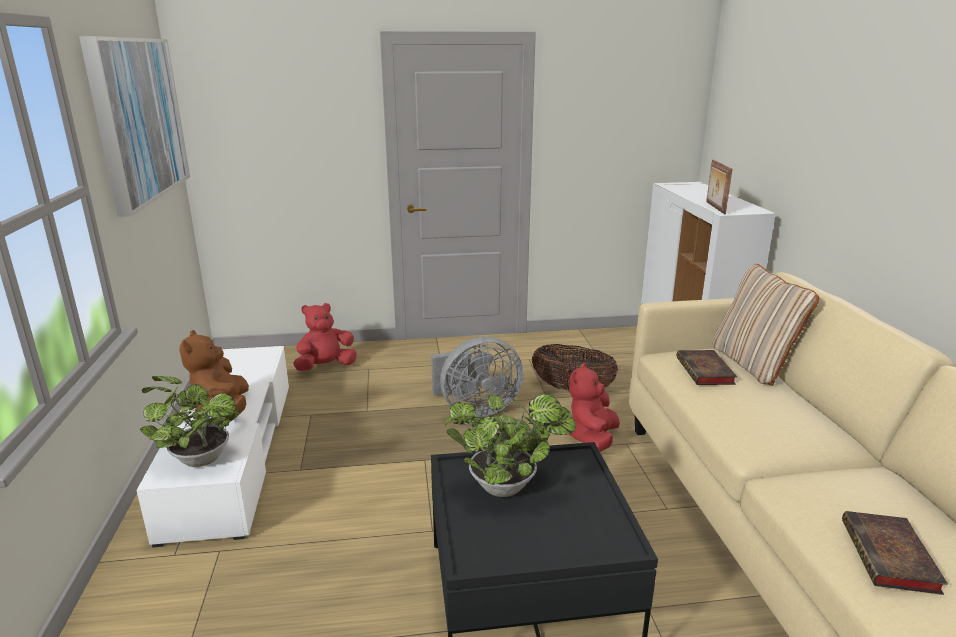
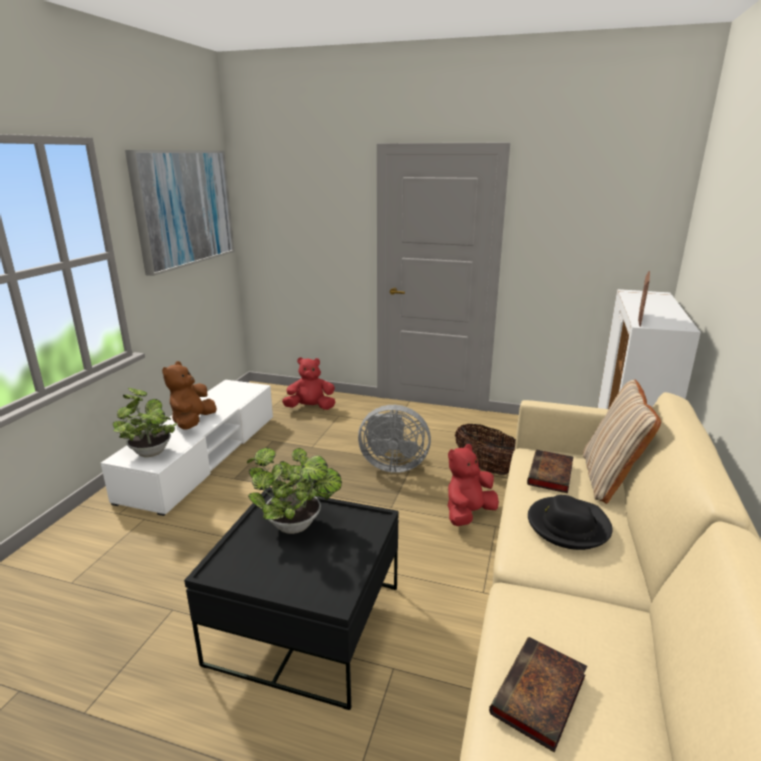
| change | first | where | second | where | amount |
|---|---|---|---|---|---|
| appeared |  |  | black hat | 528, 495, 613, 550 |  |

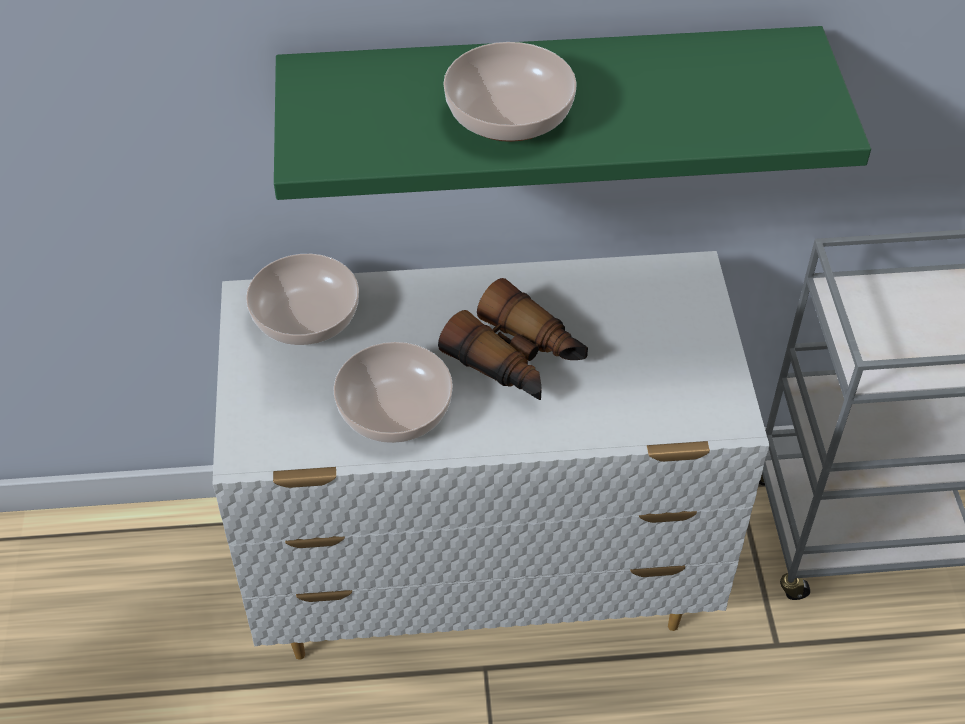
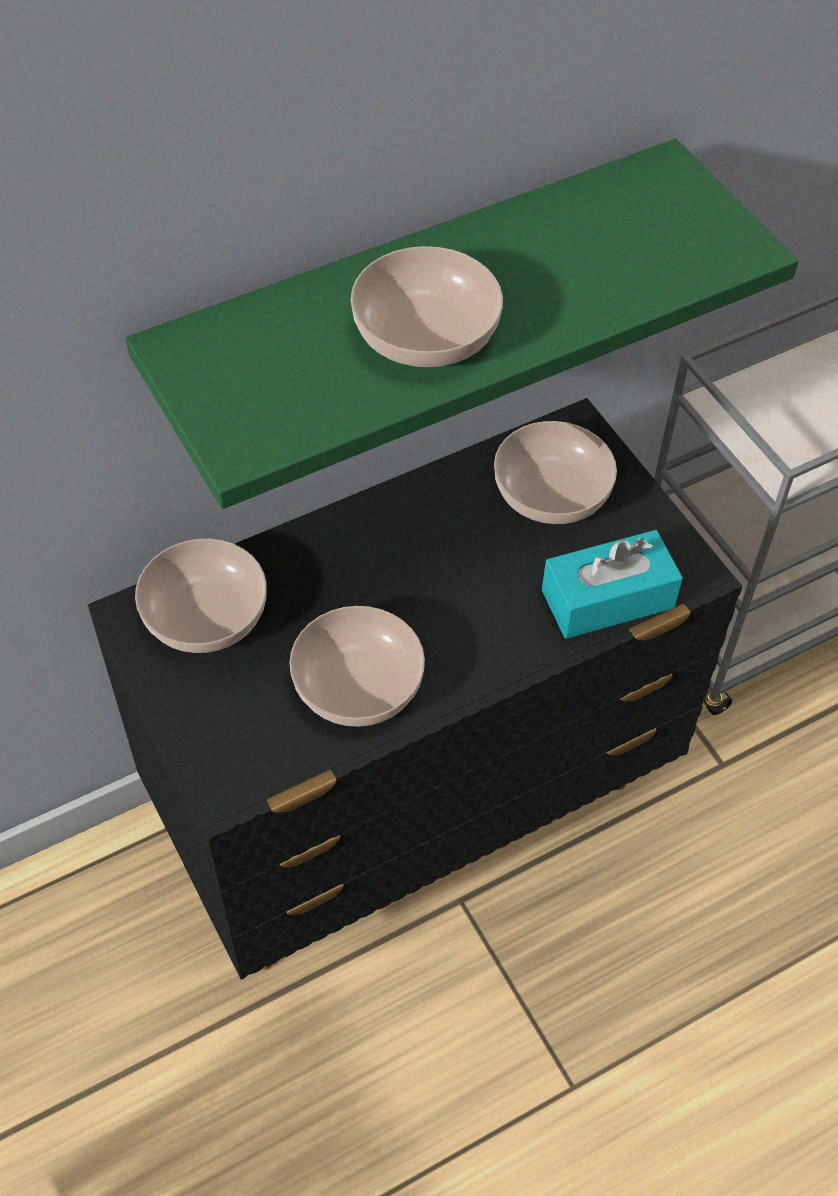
| change | first | where | second | where | amount |
|---|---|---|---|---|---|
| colour | white dresser | 213, 251, 770, 660 | black dresser | 88, 398, 743, 980 |  |
| appeared |  |  | bowl | 494, 421, 617, 524 |  |
| appeared |  |  | turquoise tissue box | 542, 530, 683, 639 |  |
| missing | binoculars | 438, 278, 588, 400 |  |  |  |

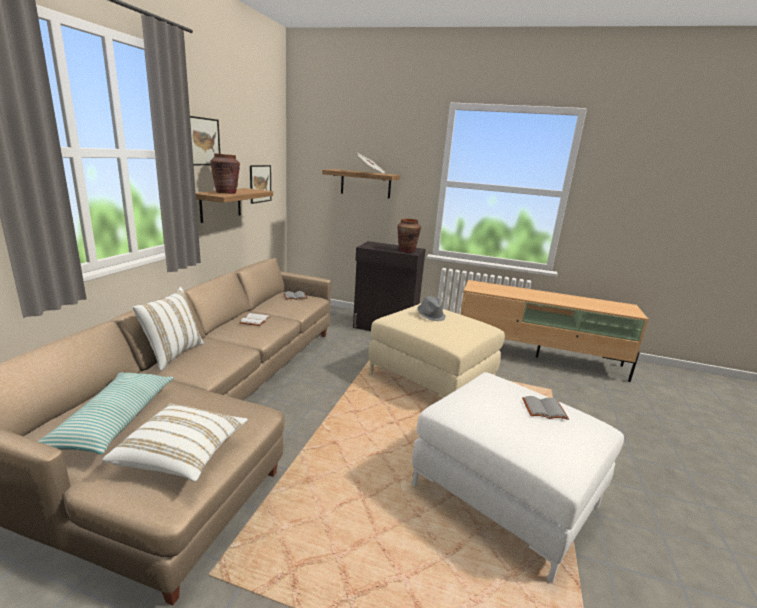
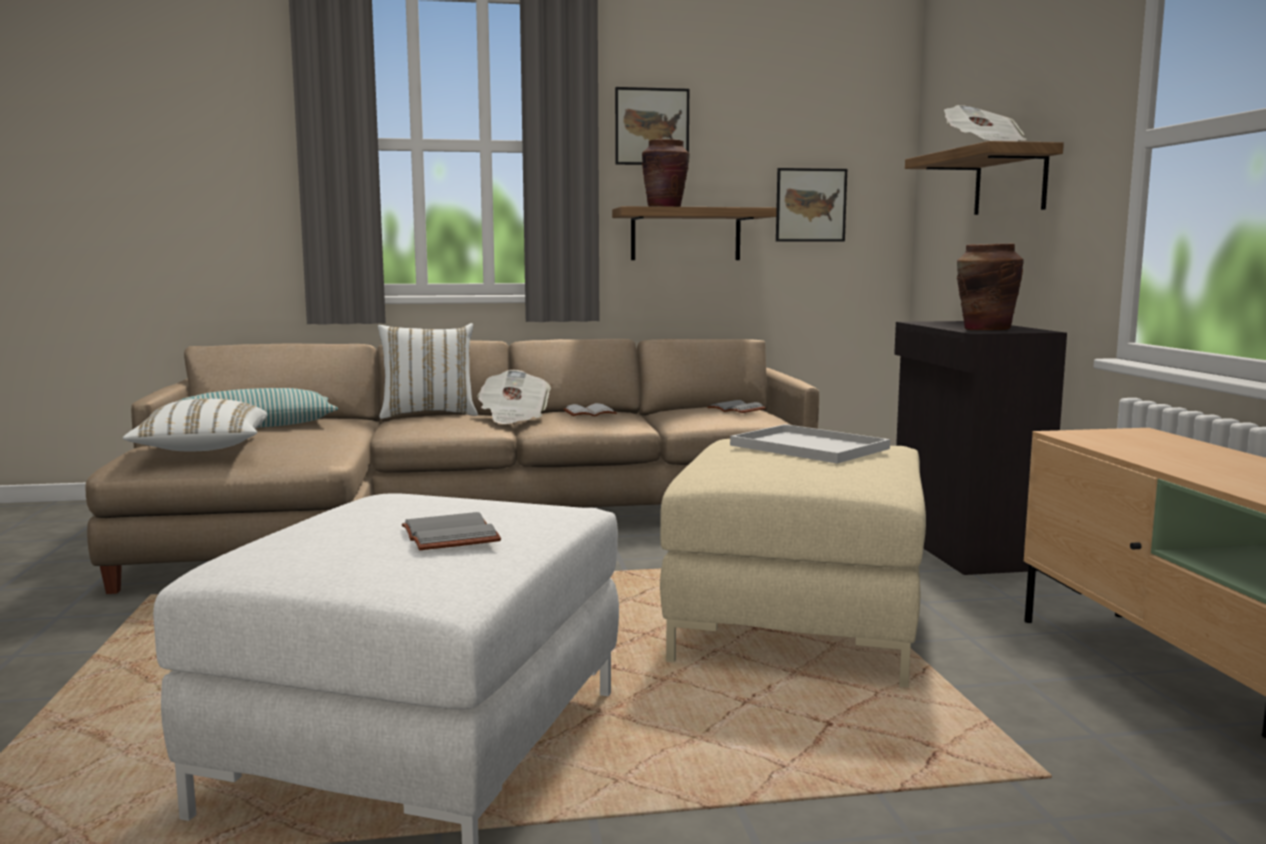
| change | first | where | second | where | amount |
|---|---|---|---|---|---|
| appeared |  |  | newspaper | 477, 370, 551, 424 |  |
| exchanged | grey hat | 418, 296, 446, 321 | white tray | 730, 424, 890, 464 |  |

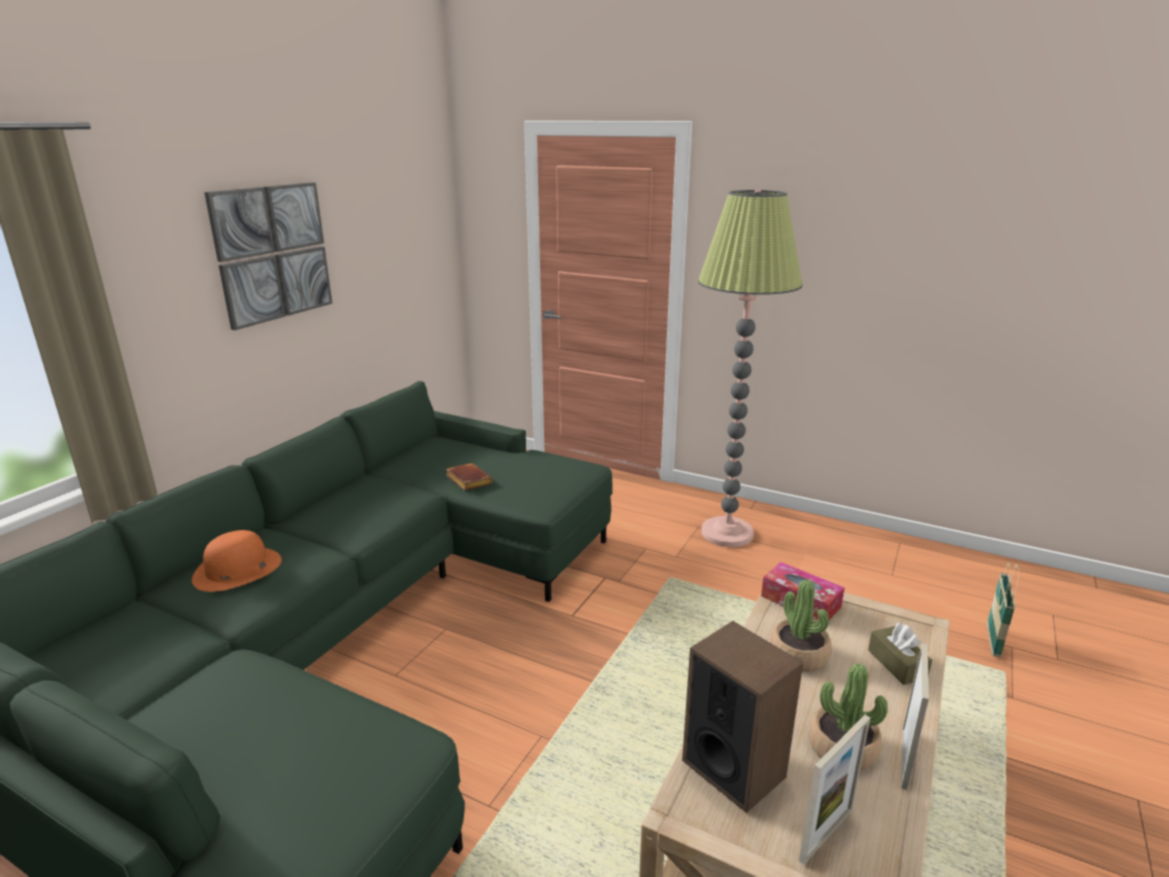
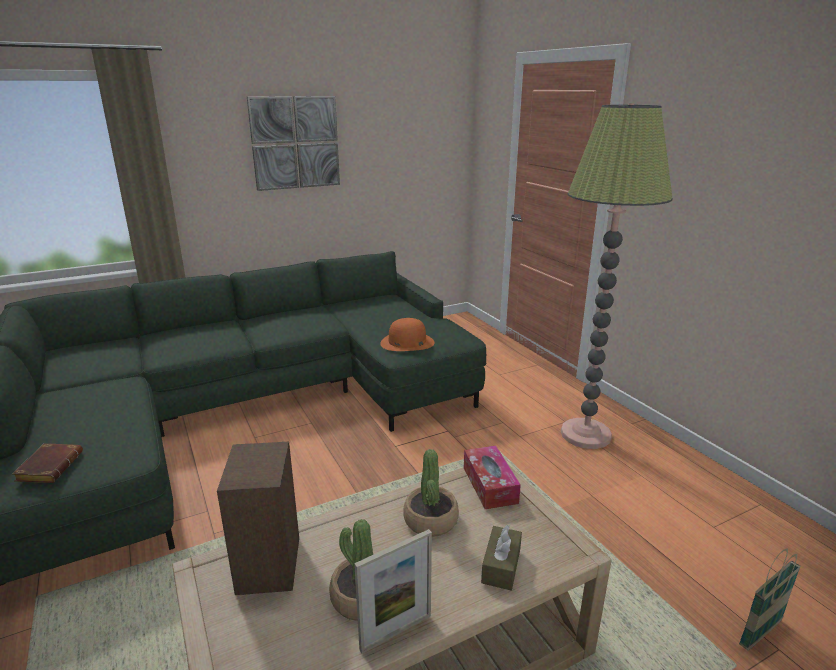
| change | first | where | second | where | amount |
|---|---|---|---|---|---|
| relocated | brown book | 446, 463, 493, 491 |  | 12, 443, 83, 483 |  |
| relocated | orange hat | 192, 530, 282, 592 |  | 380, 318, 434, 351 |  |
| missing | picture frame | 799, 715, 870, 865 |  |  |  |

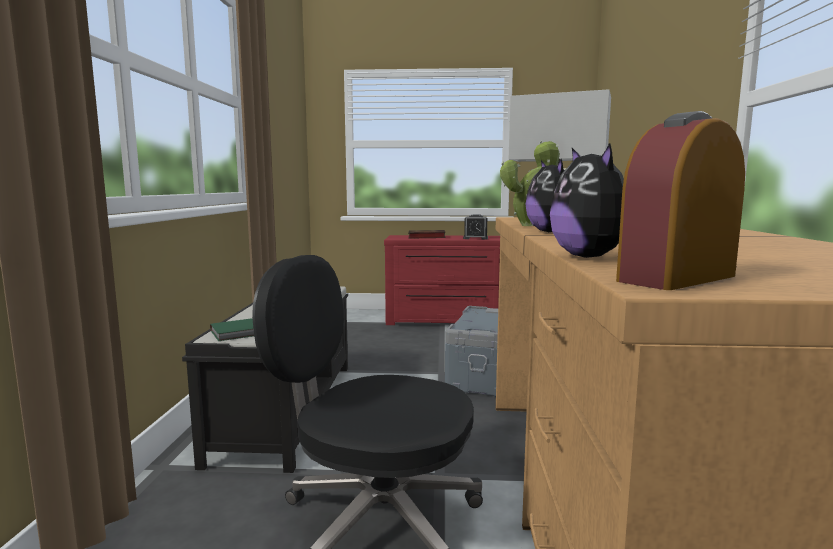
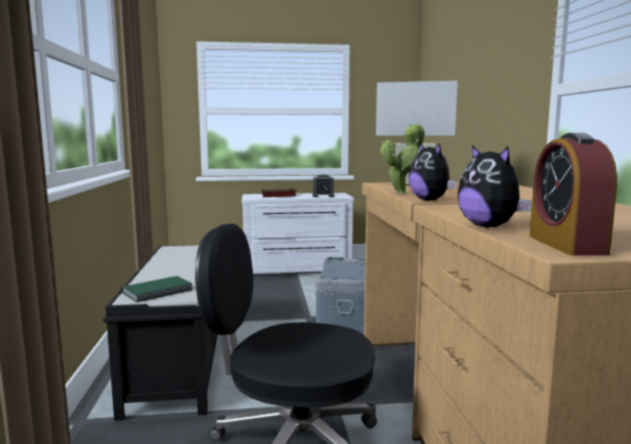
| change | first | where | second | where | amount |
|---|---|---|---|---|---|
| colour | red dresser | 384, 235, 500, 325 | white dresser | 242, 193, 354, 274 |  |
| spun | alarm clock | 616, 111, 745, 290 |  | 529, 133, 617, 255 | 45 degrees counterclockwise |

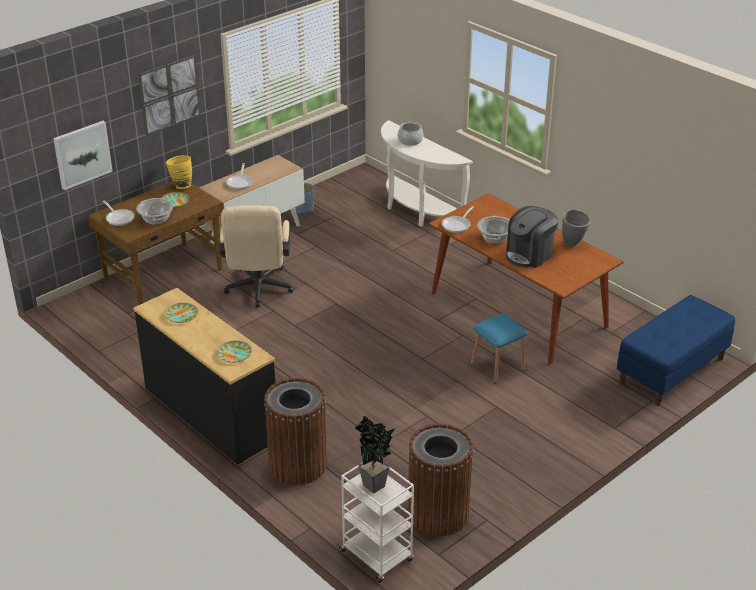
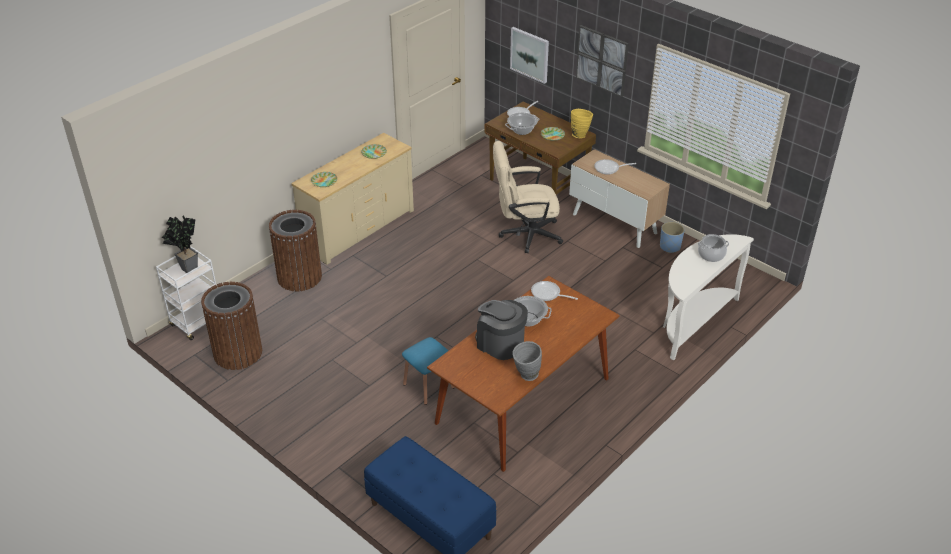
| change | first | where | second | where | amount |
|---|---|---|---|---|---|
| colour | black dresser | 133, 288, 275, 465 | beige dresser | 291, 133, 414, 265 |  |

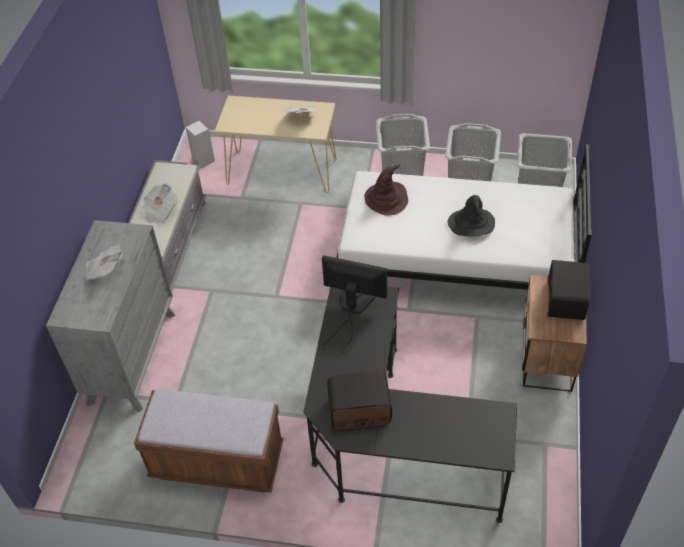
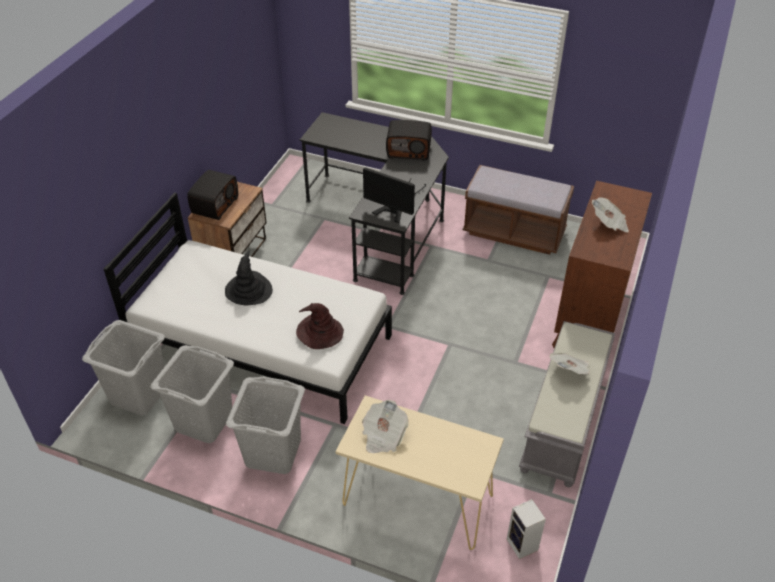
| change | first | where | second | where | amount |
|---|---|---|---|---|---|
| colour | grey dresser | 46, 220, 175, 413 | brown dresser | 552, 181, 652, 348 |  |

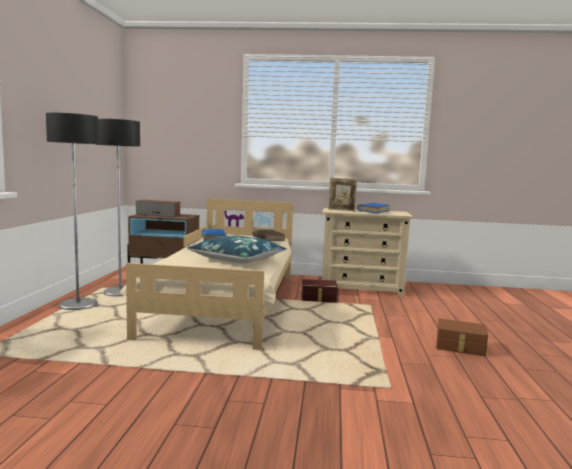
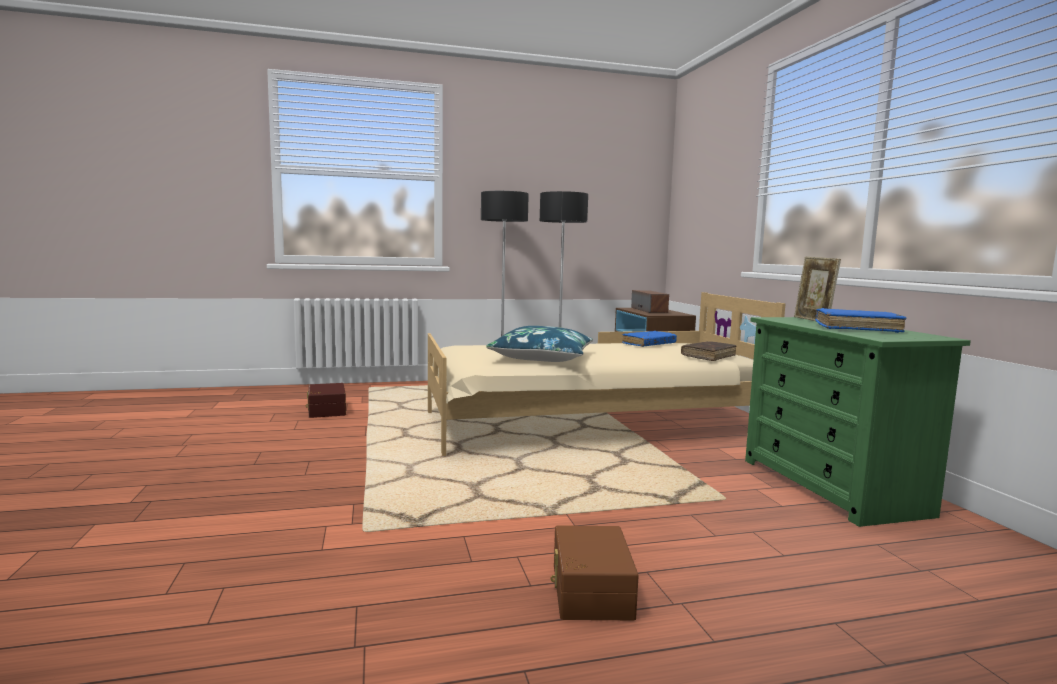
| change | first | where | second | where | amount |
|---|---|---|---|---|---|
| relocated | brown storage box | 301, 279, 338, 303 |  | 306, 383, 346, 418 |  |
| colour | beige dresser | 322, 208, 414, 296 | green dresser | 745, 317, 971, 527 |  |

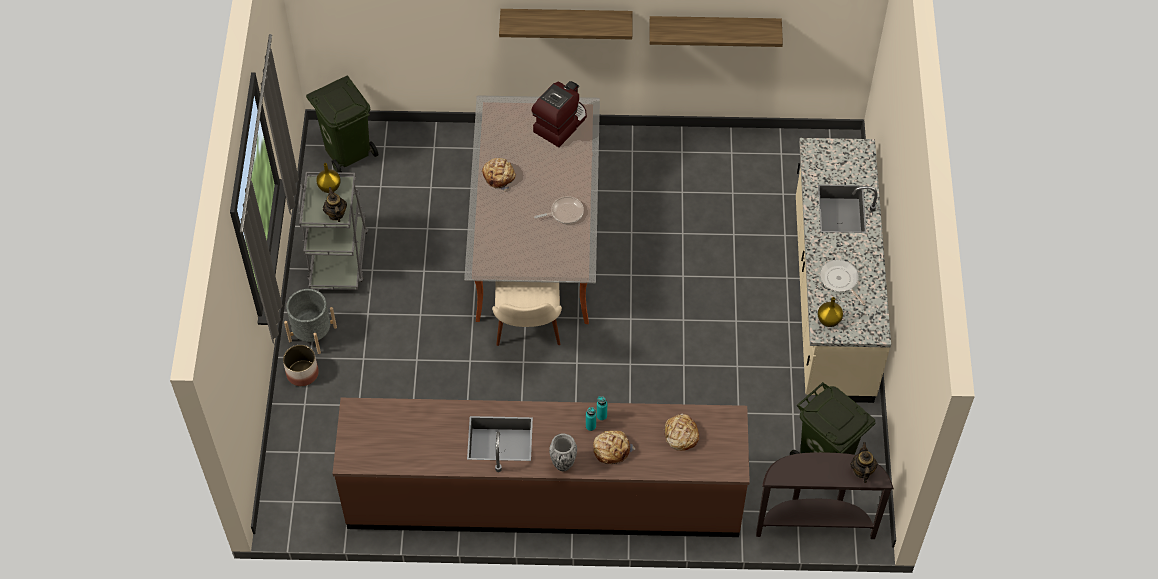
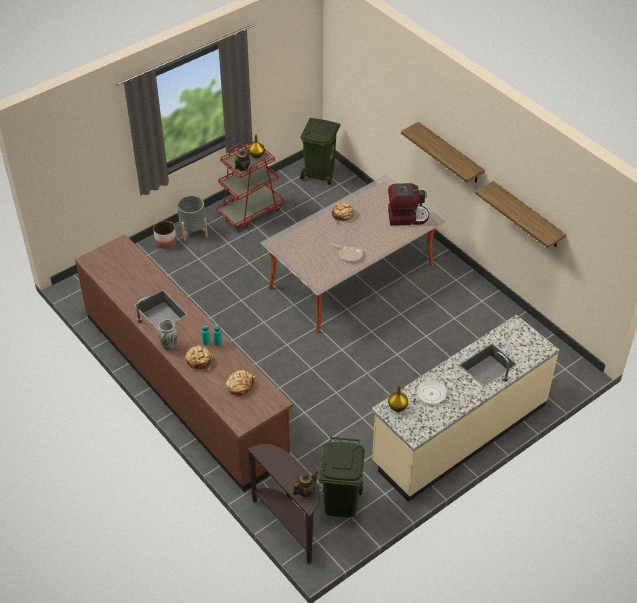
| change | first | where | second | where | amount |
|---|---|---|---|---|---|
| colour | grey cart | 298, 172, 368, 290 | red cart | 216, 141, 284, 228 |  |
| spun | frying pan | 820, 260, 865, 305 |  | 416, 380, 461, 407 | 75 degrees counterclockwise |
| missing | beige chair | 492, 282, 562, 346 |  |  |  |

